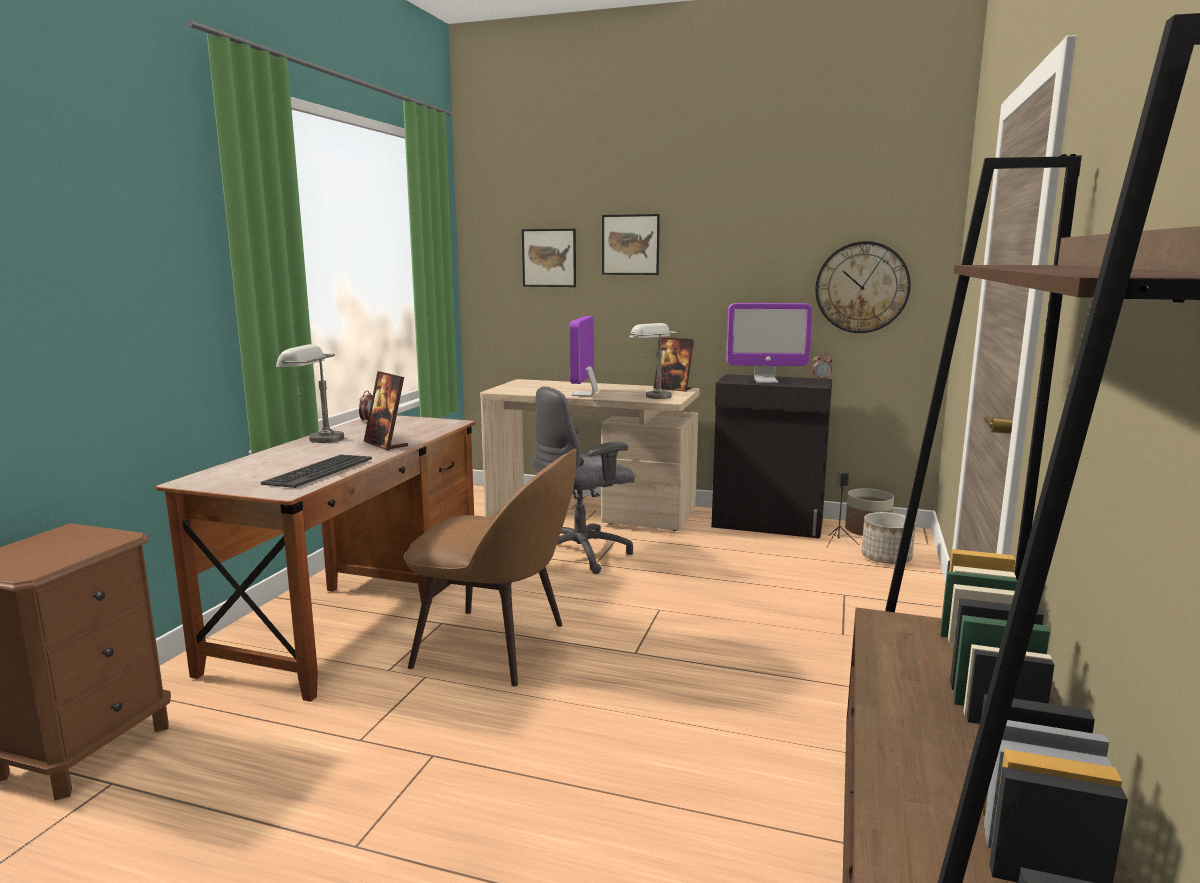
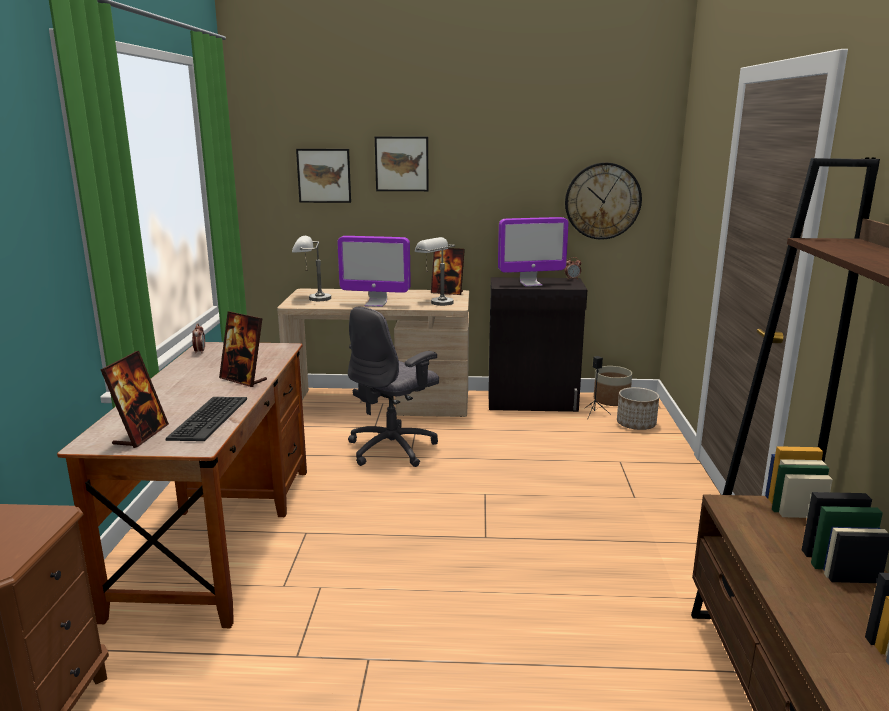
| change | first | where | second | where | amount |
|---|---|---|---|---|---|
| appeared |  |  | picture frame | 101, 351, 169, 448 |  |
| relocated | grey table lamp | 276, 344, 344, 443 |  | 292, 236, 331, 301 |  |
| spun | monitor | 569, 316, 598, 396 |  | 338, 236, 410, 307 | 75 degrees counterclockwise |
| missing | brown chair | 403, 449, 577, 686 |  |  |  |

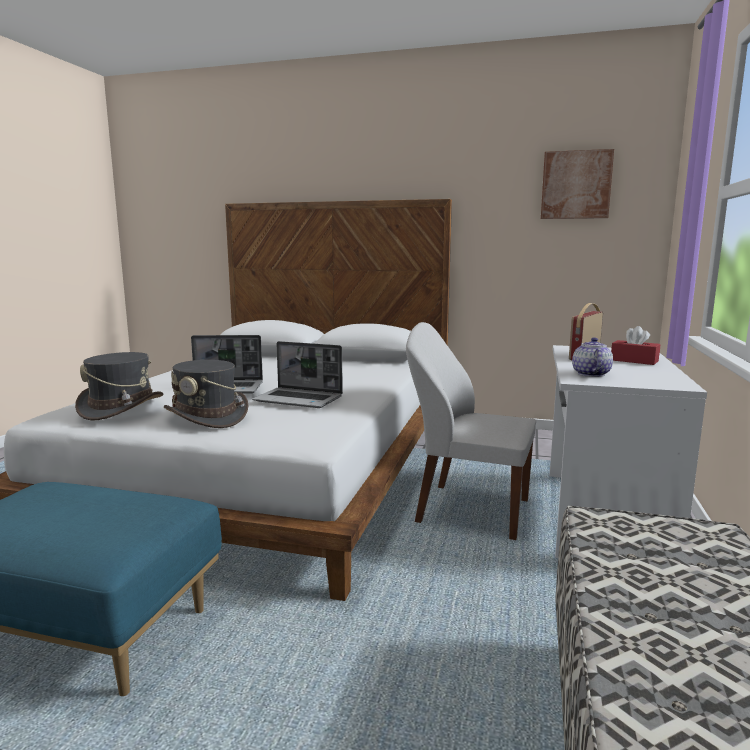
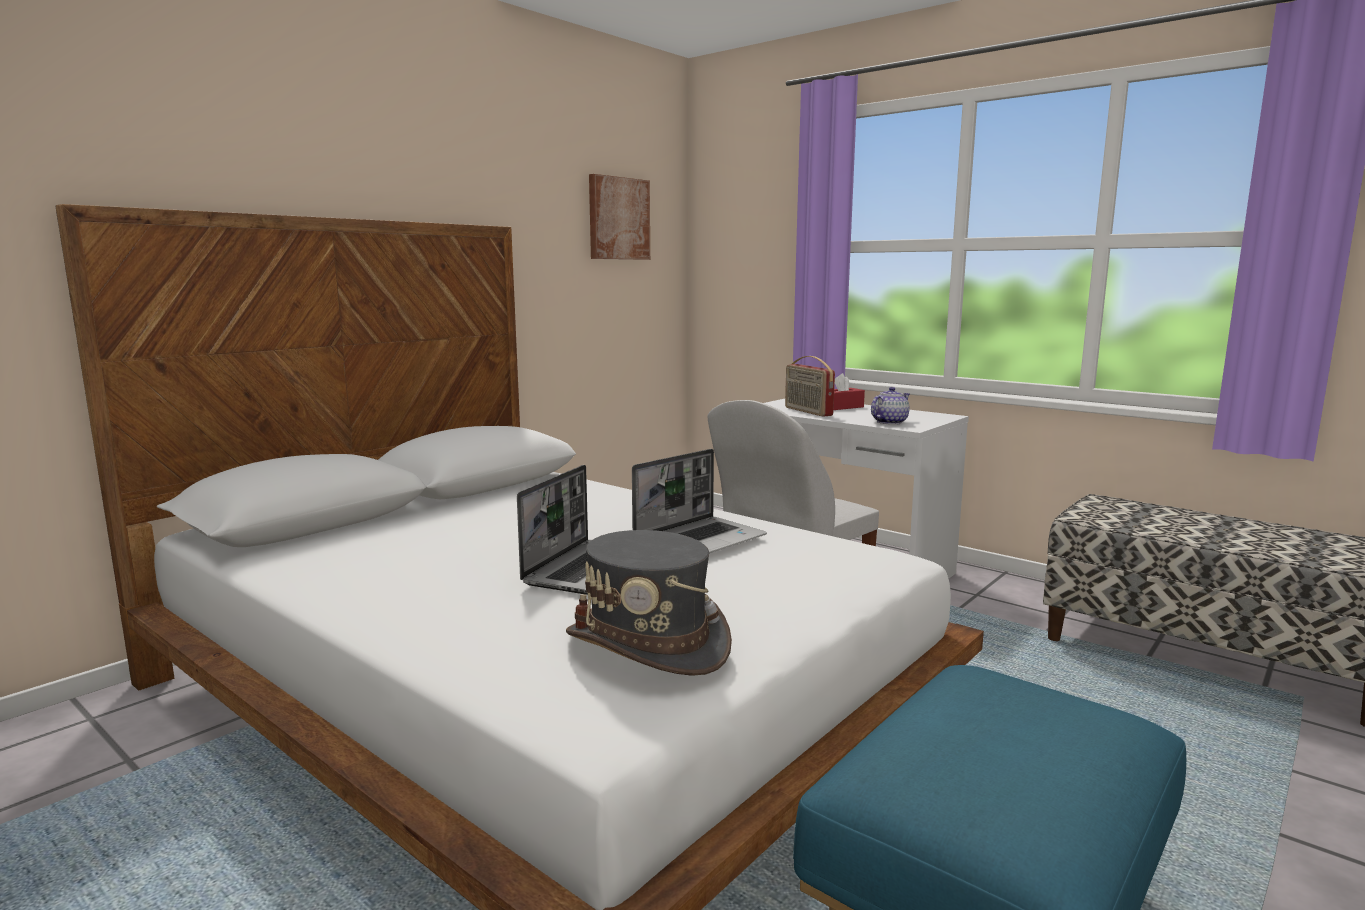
| change | first | where | second | where | amount |
|---|---|---|---|---|---|
| spun | teapot | 572, 337, 613, 377 |  | 871, 387, 910, 425 | 105 degrees clockwise |
| missing | grey hat | 164, 360, 248, 428 |  |  |  |

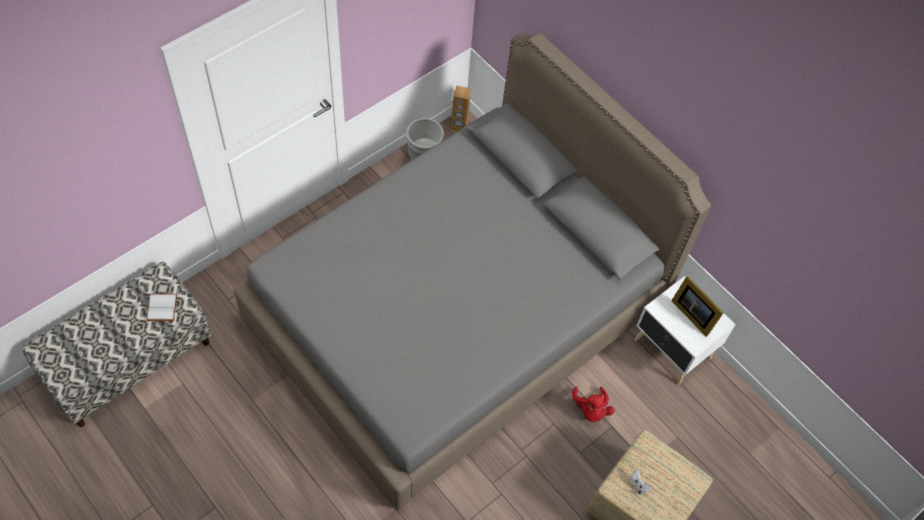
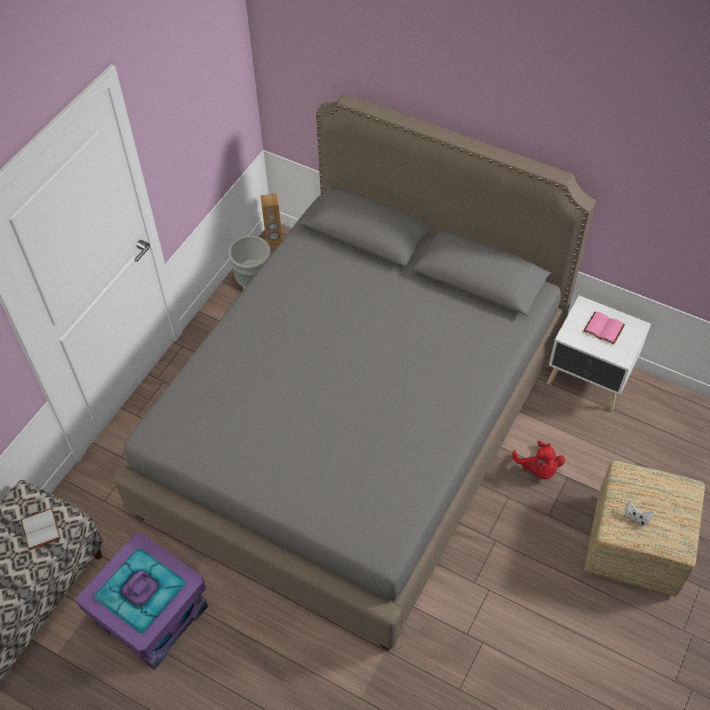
| change | first | where | second | where | amount |
|---|---|---|---|---|---|
| appeared |  |  | purple storage box | 77, 532, 208, 670 |  |
| exchanged | picture frame | 671, 276, 724, 337 | pink book | 584, 312, 625, 345 |  |

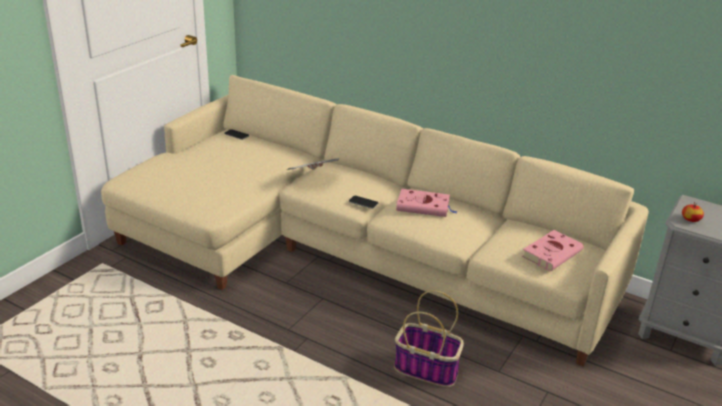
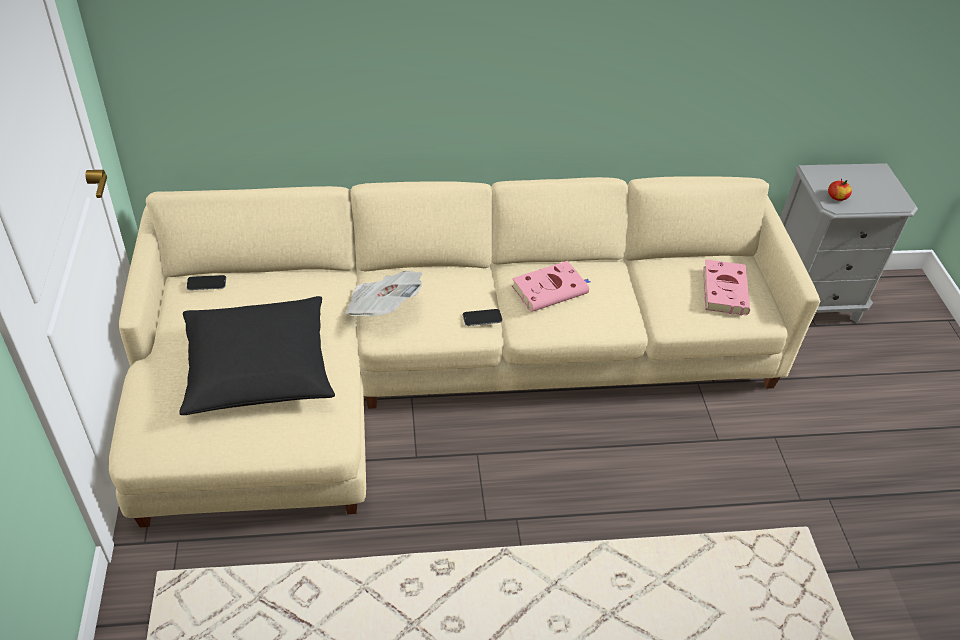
| change | first | where | second | where | amount |
|---|---|---|---|---|---|
| appeared |  |  | black pillow | 179, 296, 335, 415 |  |
| missing | basket | 394, 290, 464, 387 |  |  |  |

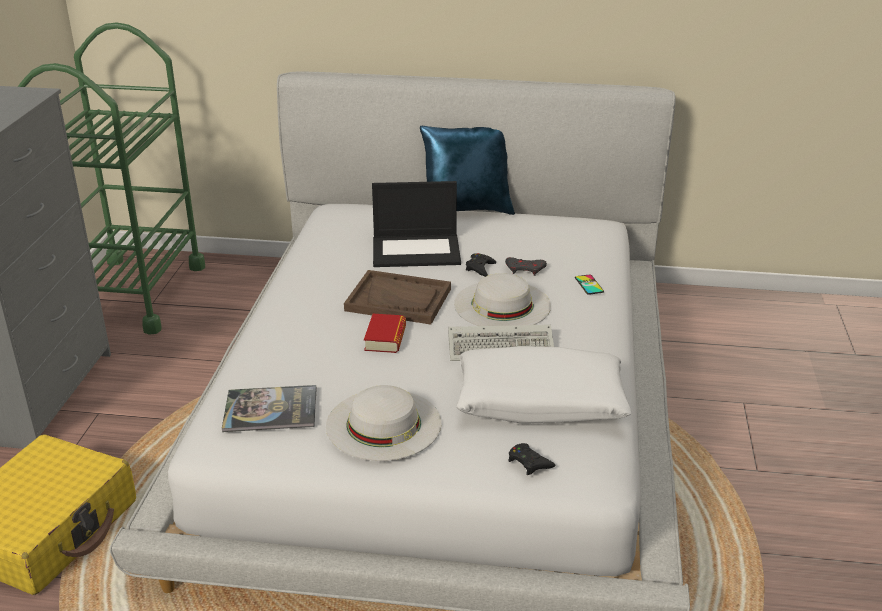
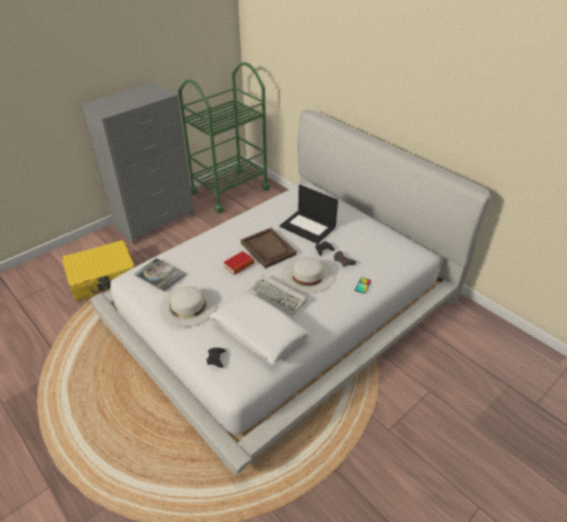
| change | first | where | second | where | amount |
|---|---|---|---|---|---|
| missing | blue pillow | 420, 126, 515, 215 |  |  |  |

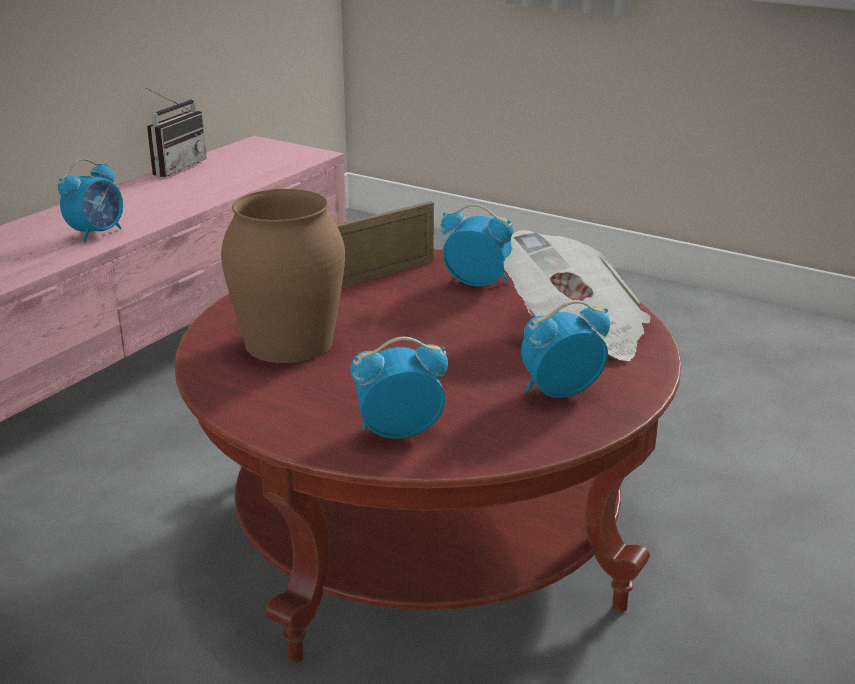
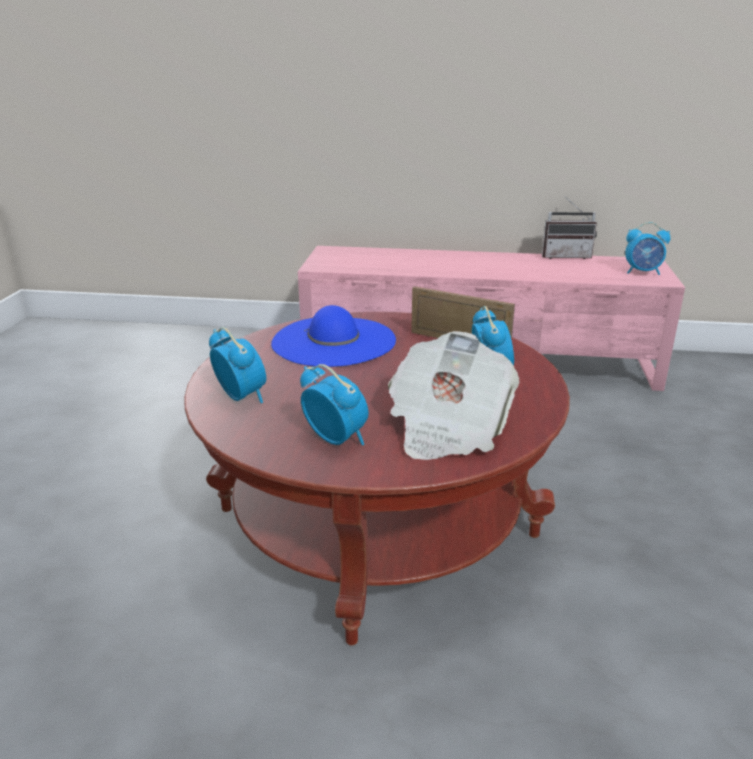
| change | first | where | second | where | amount |
|---|---|---|---|---|---|
| exchanged | brown vase | 221, 189, 345, 363 | blue hat | 271, 305, 396, 367 |  |
| relocated | alarm clock | 58, 159, 123, 243 |  | 625, 222, 670, 275 |  |

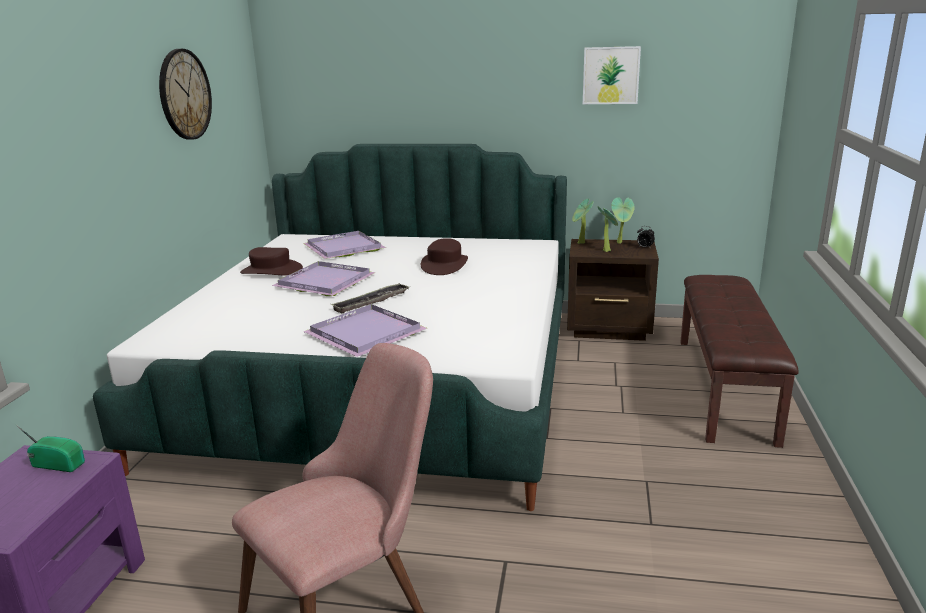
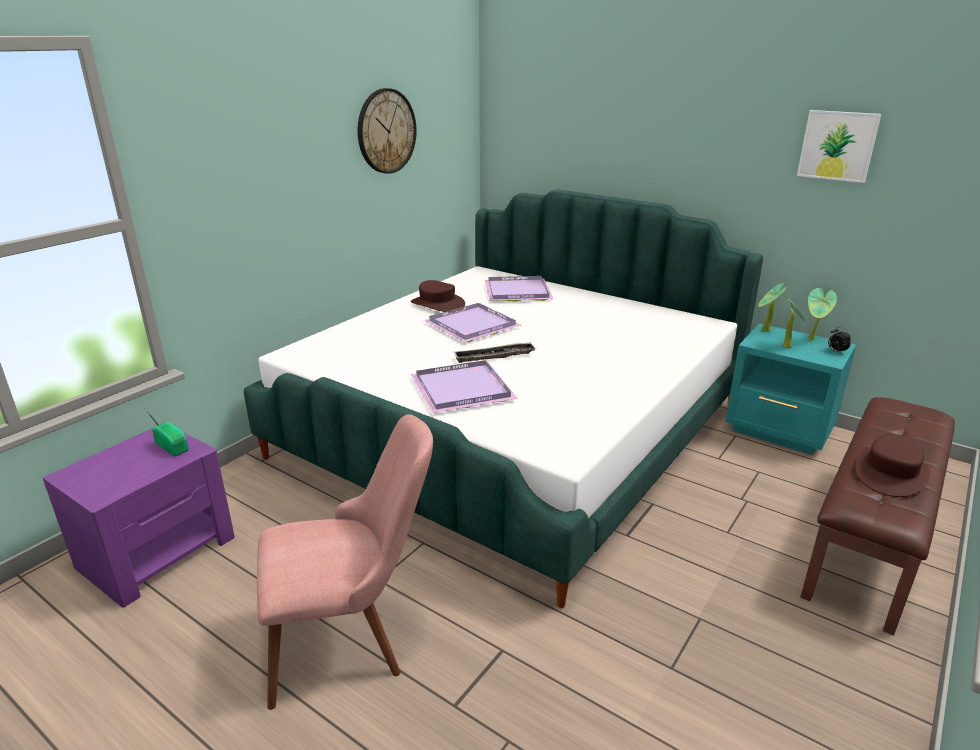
| change | first | where | second | where | amount |
|---|---|---|---|---|---|
| colour | brown nightstand | 567, 239, 659, 341 | turquoise nightstand | 725, 324, 856, 455 |  |
| relocated | brown hat | 421, 238, 468, 275 |  | 855, 434, 930, 497 |  |

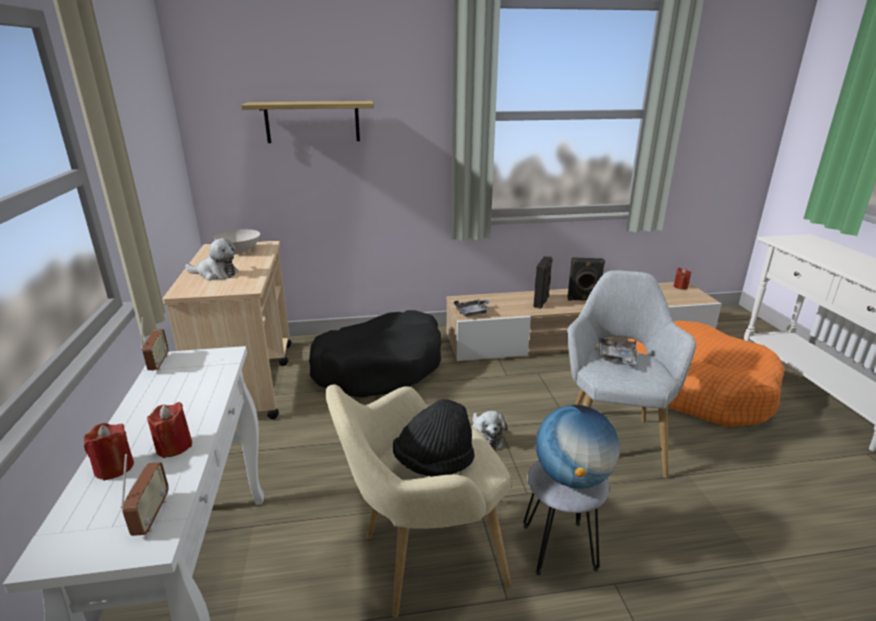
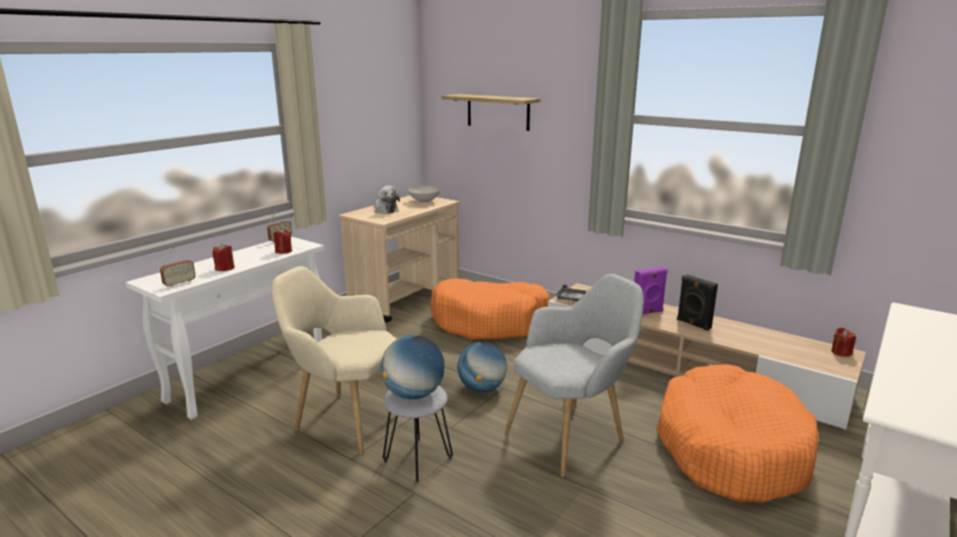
| change | first | where | second | where | amount |
|---|---|---|---|---|---|
| relocated | red candle | 84, 423, 134, 481 |  | 273, 228, 292, 254 |  |
| colour | black dog bed | 309, 310, 442, 397 | orange dog bed | 431, 278, 551, 340 |  |
| exchanged | plush toy | 472, 411, 507, 450 | globe | 457, 342, 507, 392 |  |
| colour | black speaker | 533, 256, 553, 309 | purple speaker | 634, 266, 668, 314 |  |
| missing | black hat | 393, 399, 474, 477 |  |  |  |
| missing | grey tray | 599, 338, 638, 364 |  |  |  |

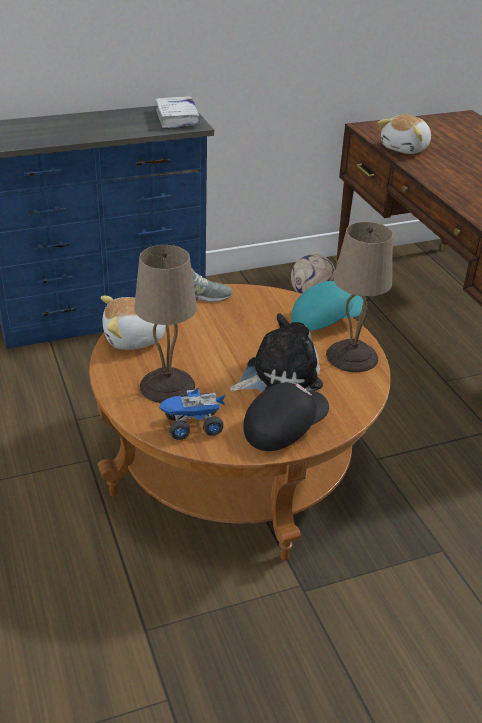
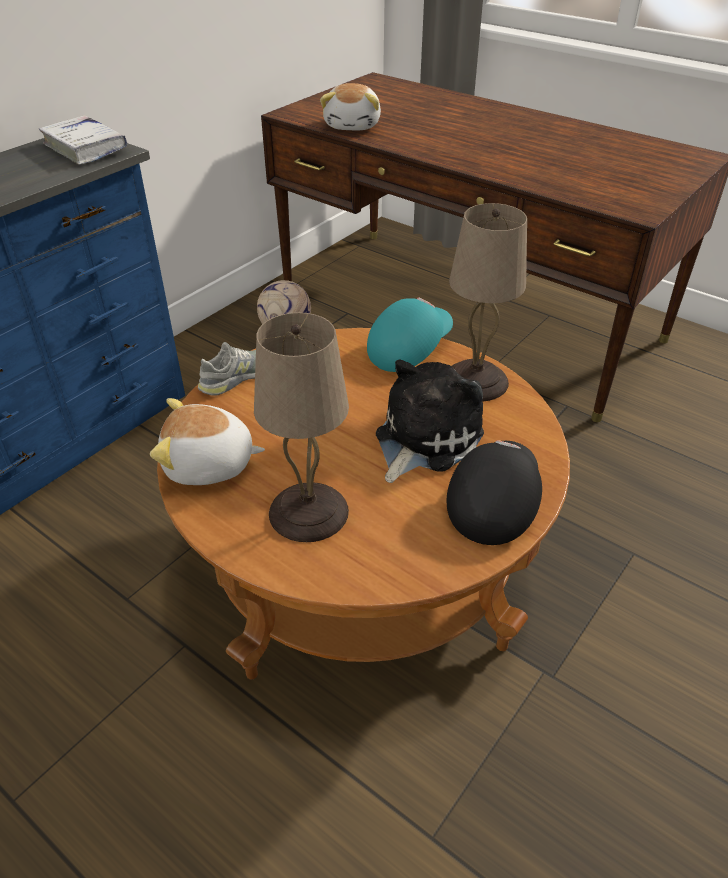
| change | first | where | second | where | amount |
|---|---|---|---|---|---|
| spun | plush toy | 101, 296, 172, 350 |  | 150, 398, 265, 485 | 45 degrees clockwise |
| missing | toy truck | 159, 387, 225, 440 |  |  |  |

